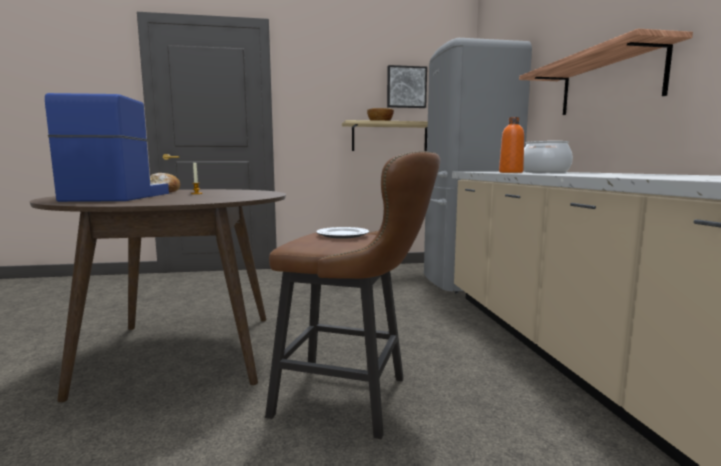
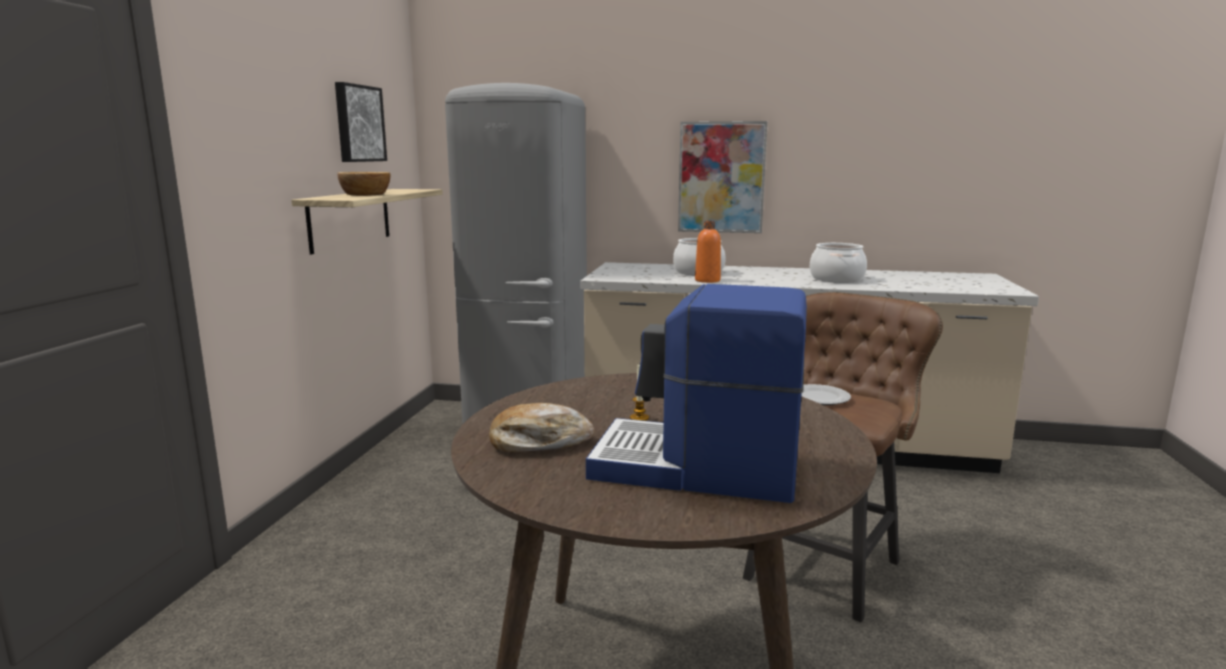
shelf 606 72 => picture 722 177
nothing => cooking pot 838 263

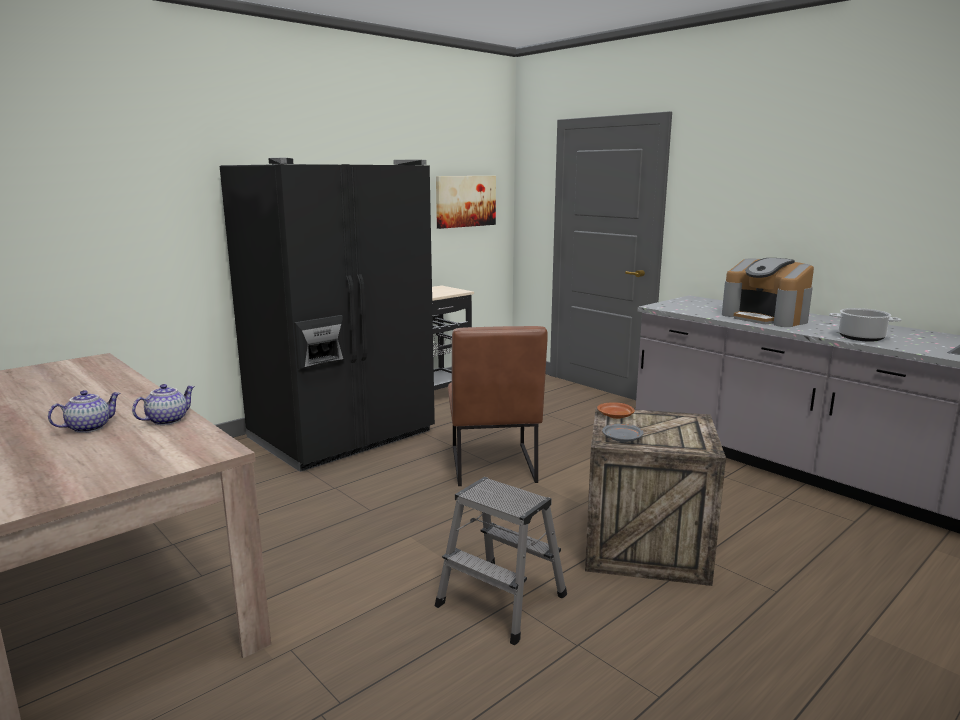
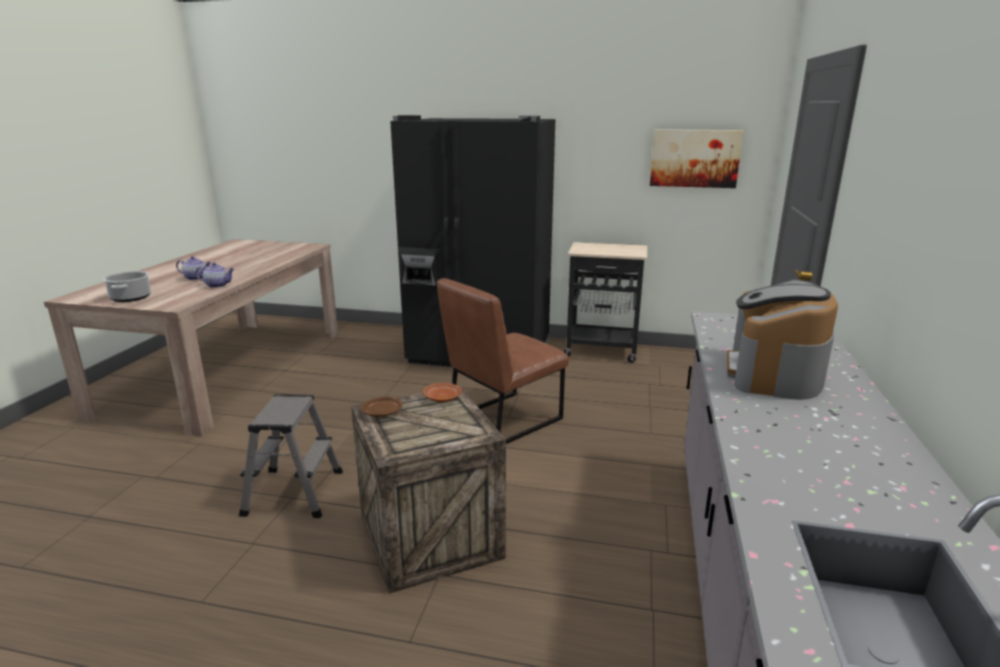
cooking pot 865 325 => cooking pot 127 286, move
grey plate 623 433 => brown plate 382 406

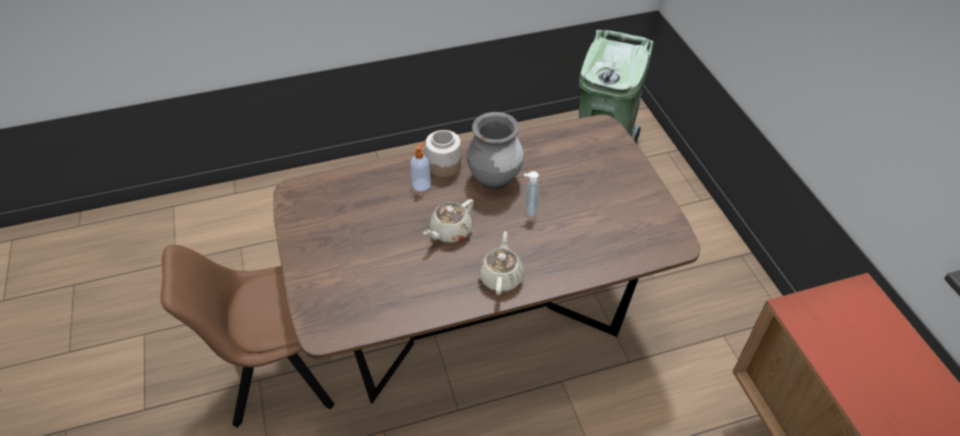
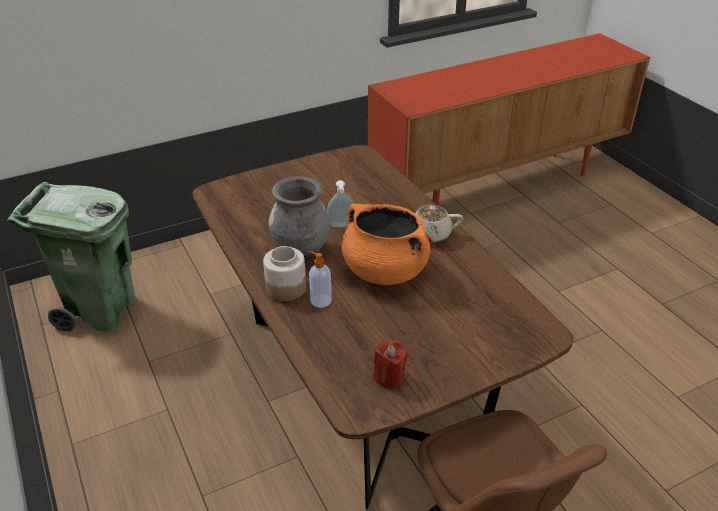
beige teapot 448 221 => orange cooking pot 385 244
nothing => red candle 390 364

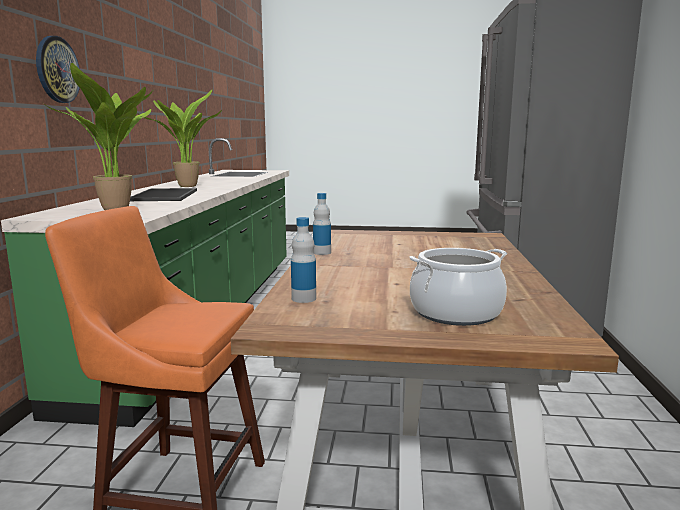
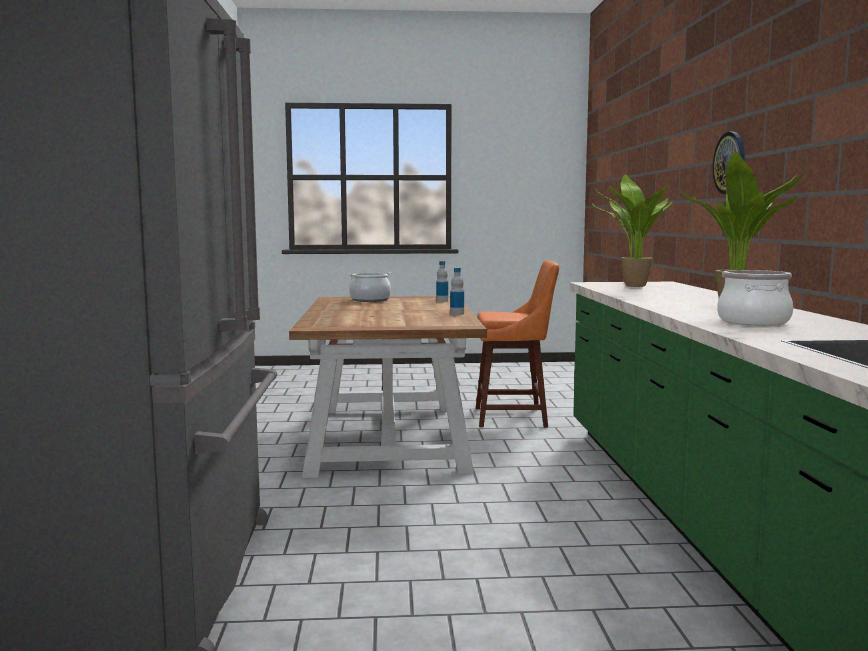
tray 163 194 => nothing
nothing => cooking pot 755 298

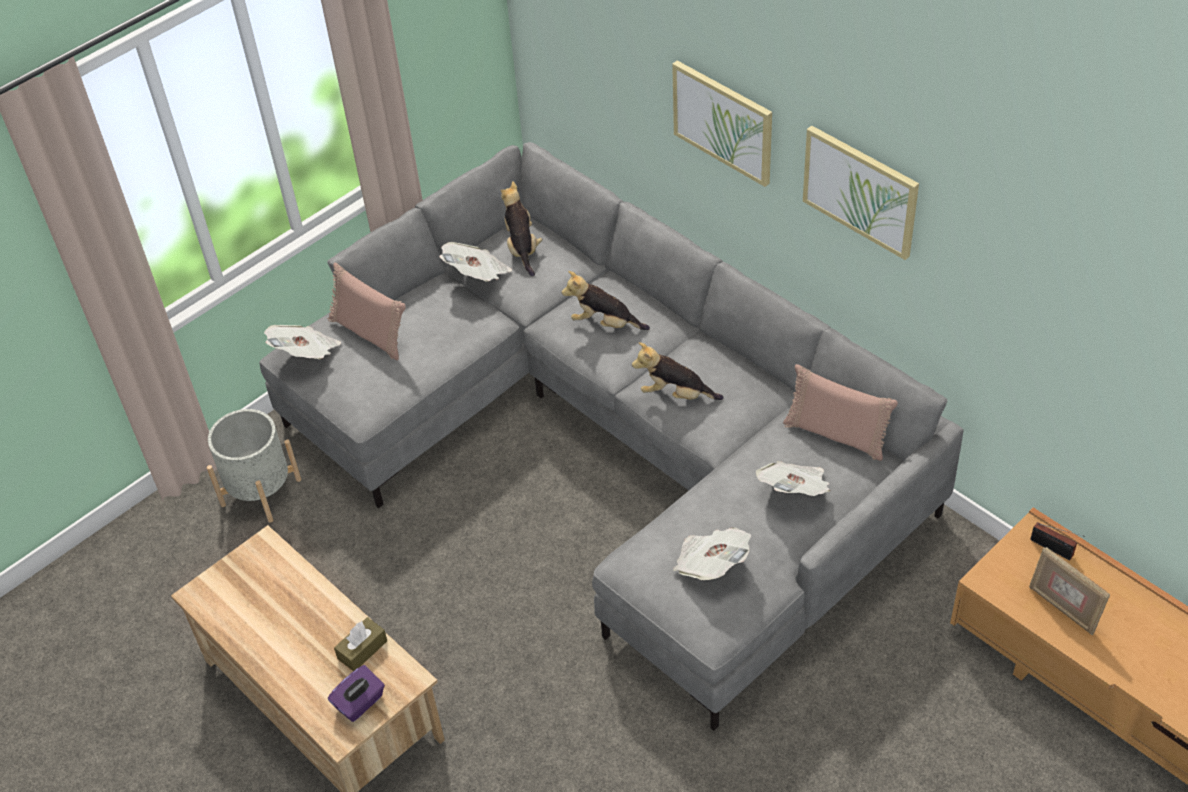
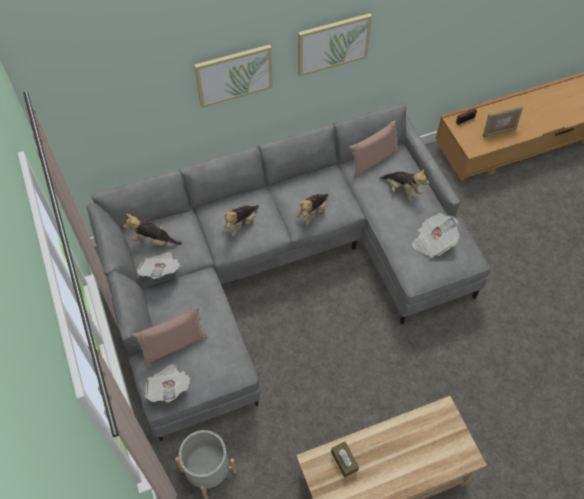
newspaper 793 478 => plush toy 404 185
brown tissue box 360 644 => brown tissue box 345 460, move
purple tissue box 356 693 => nothing

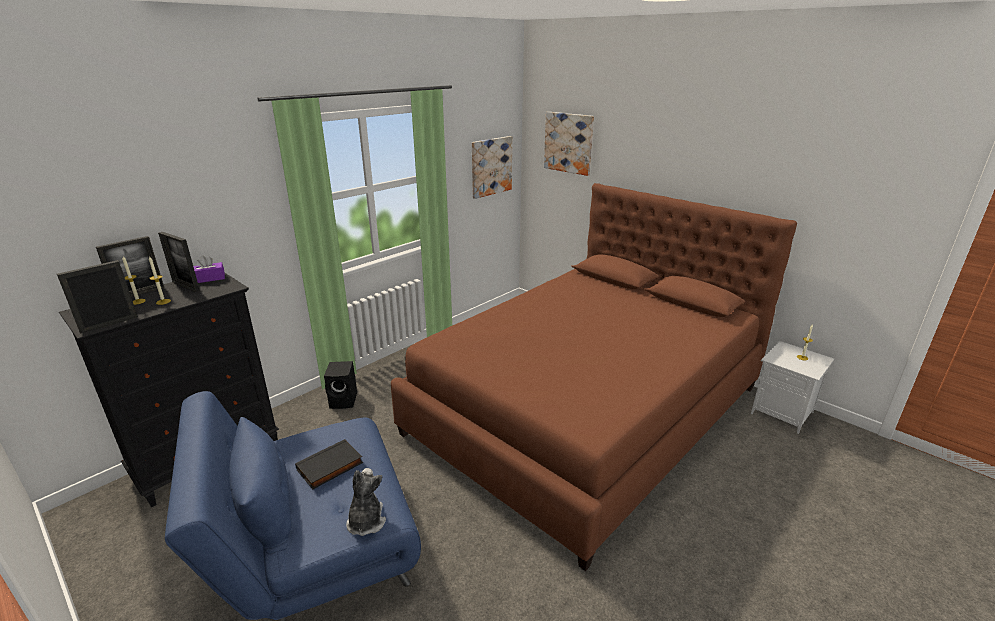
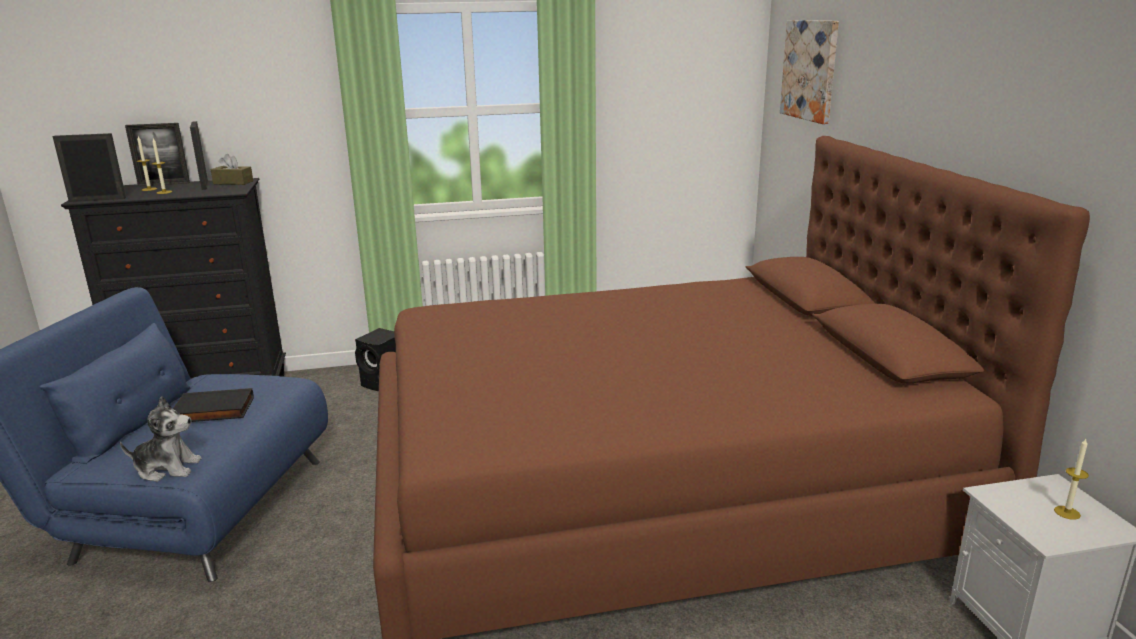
picture 492 167 => nothing
purple tissue box 209 269 => brown tissue box 232 169
plush toy 366 502 => plush toy 161 439, 60 degrees clockwise

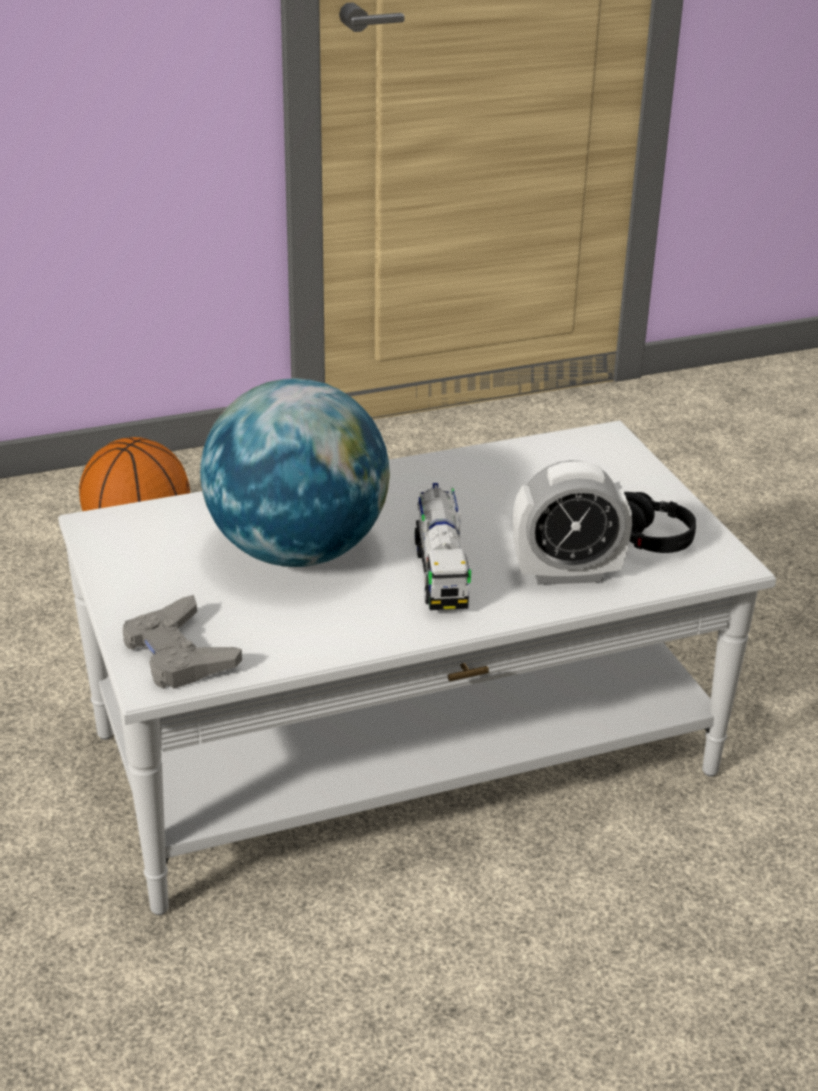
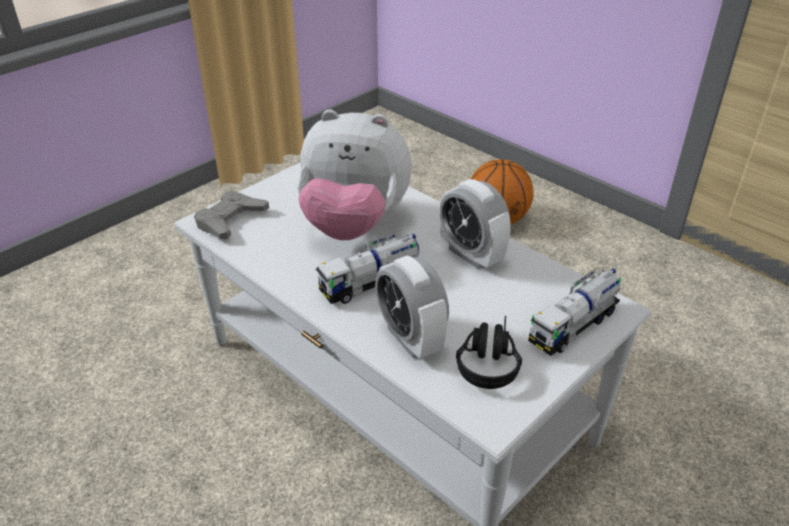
globe 295 472 => plush toy 354 174
nothing => alarm clock 474 224
nothing => toy truck 574 312

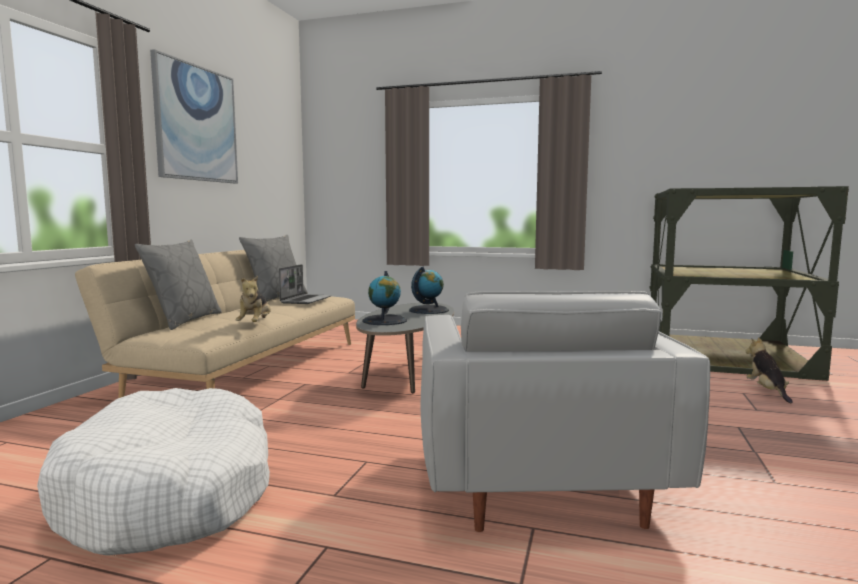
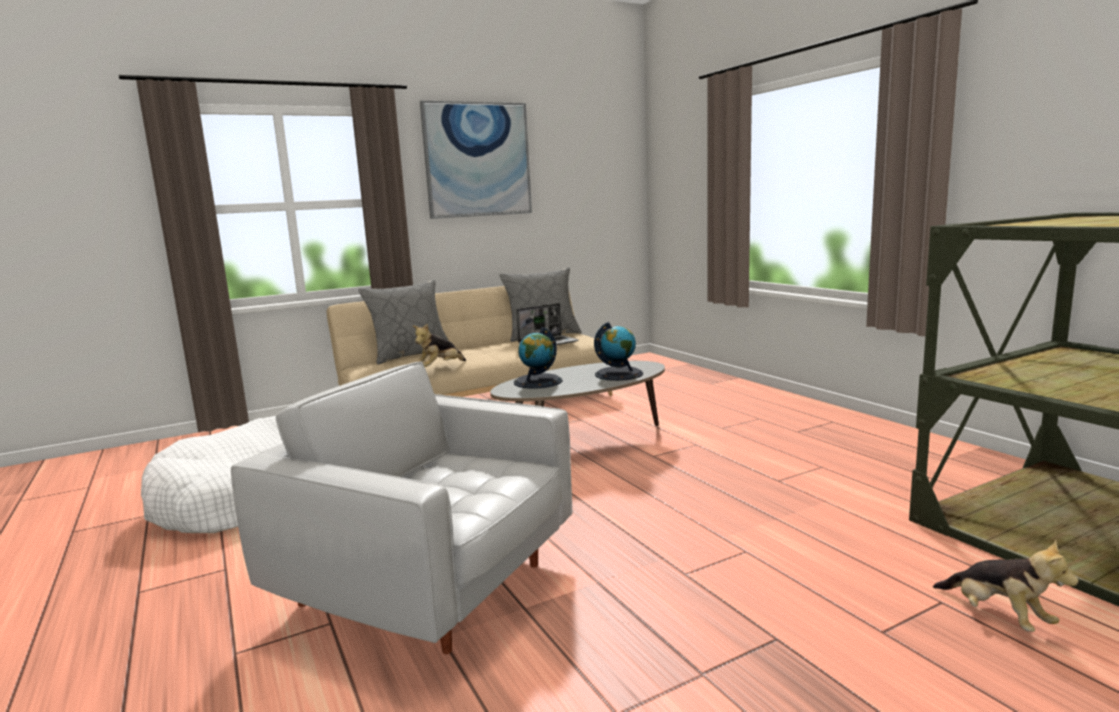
white armchair 565 411 => white armchair 401 508, 75 degrees clockwise
plush toy 769 370 => plush toy 1006 585, 105 degrees clockwise

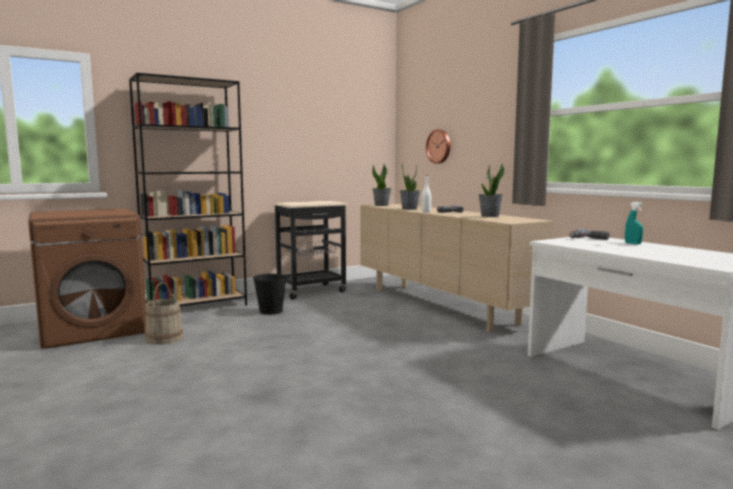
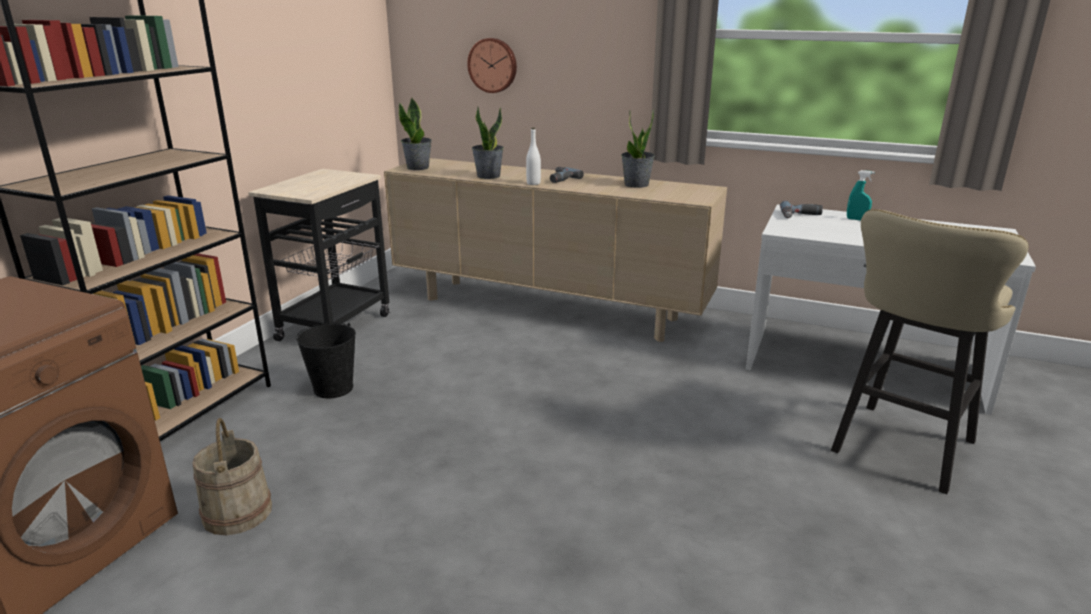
nothing => beige stool 930 351

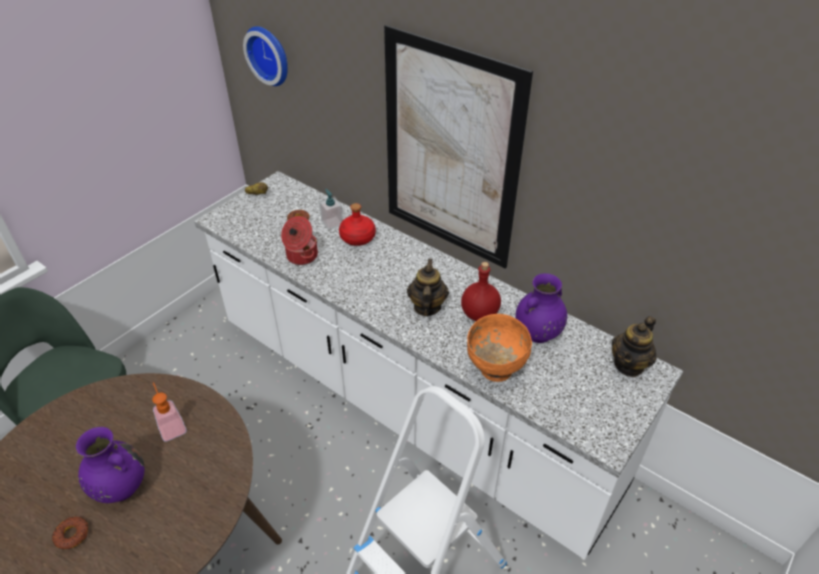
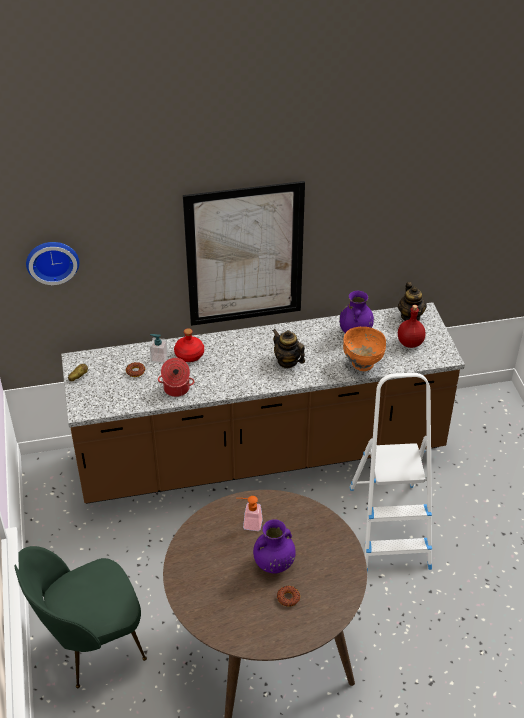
white counter 438 365 => brown counter 263 403
red bottle 481 291 => red bottle 411 326, move

